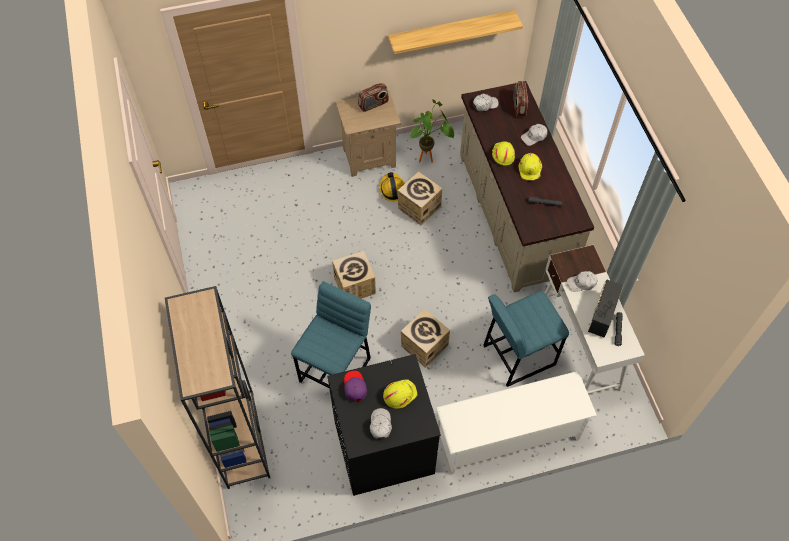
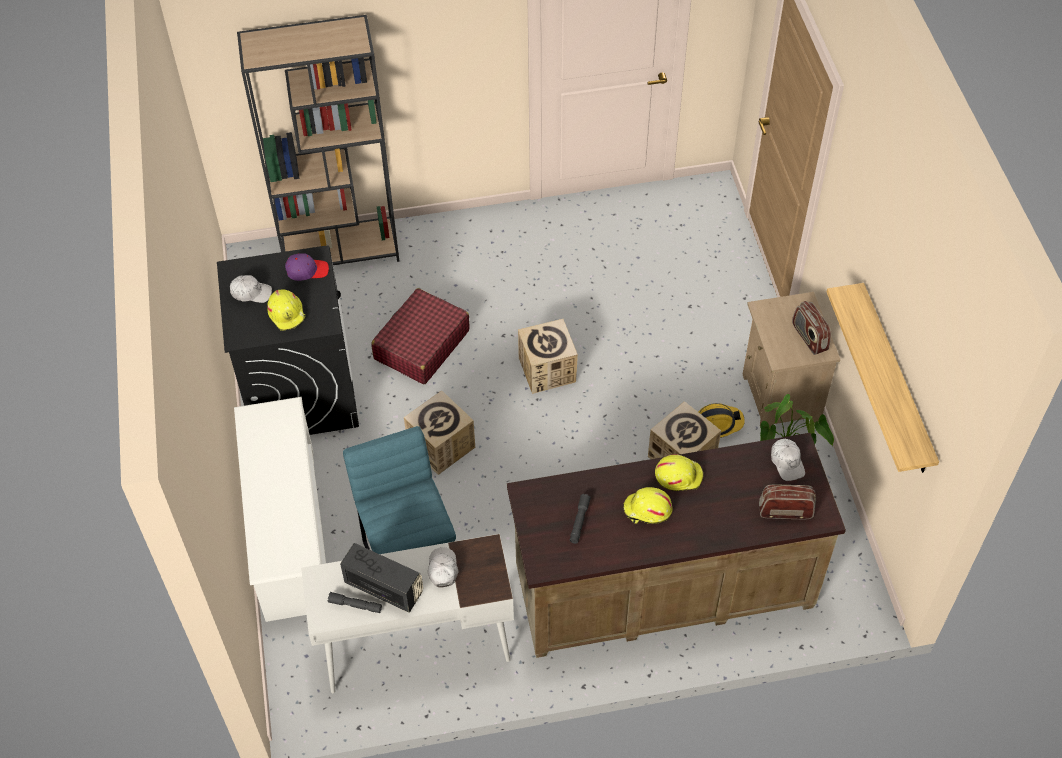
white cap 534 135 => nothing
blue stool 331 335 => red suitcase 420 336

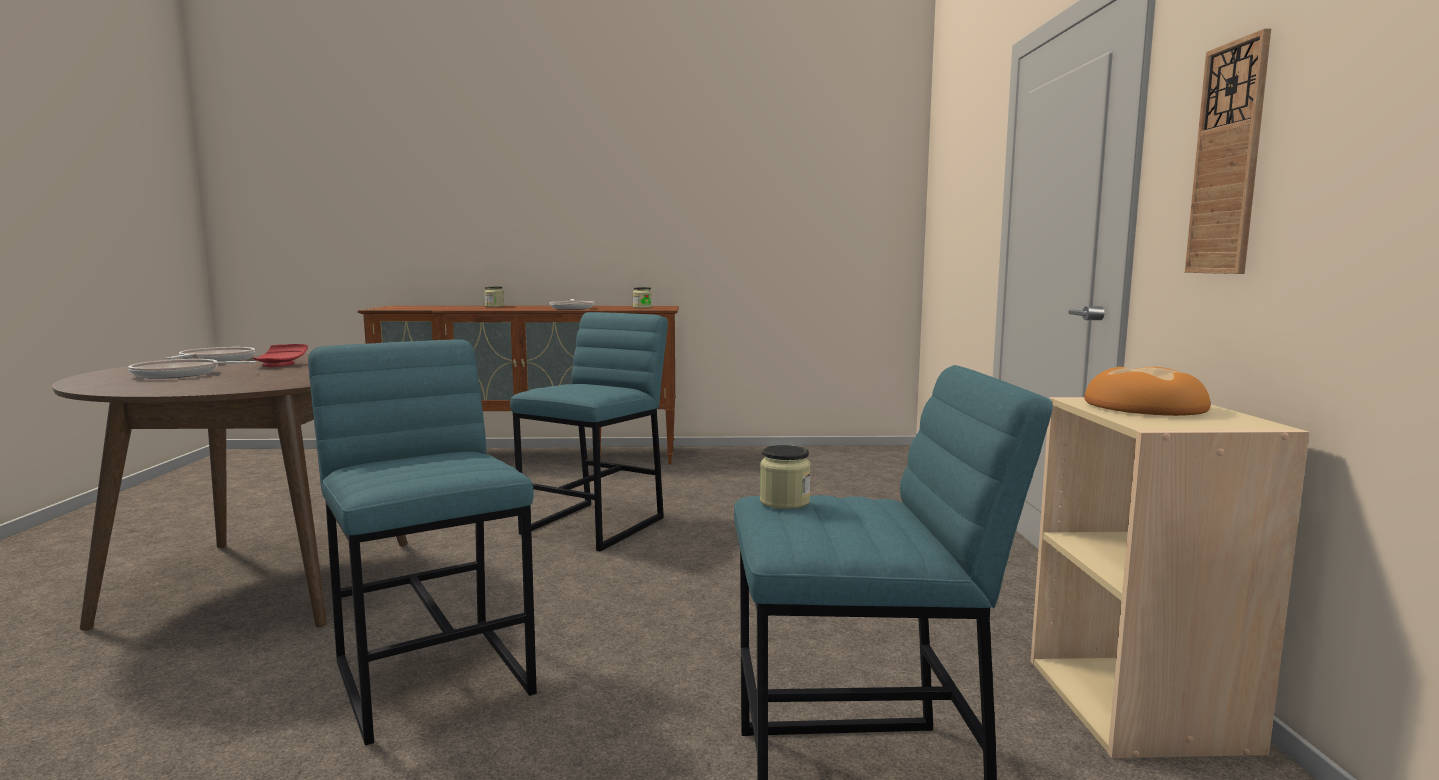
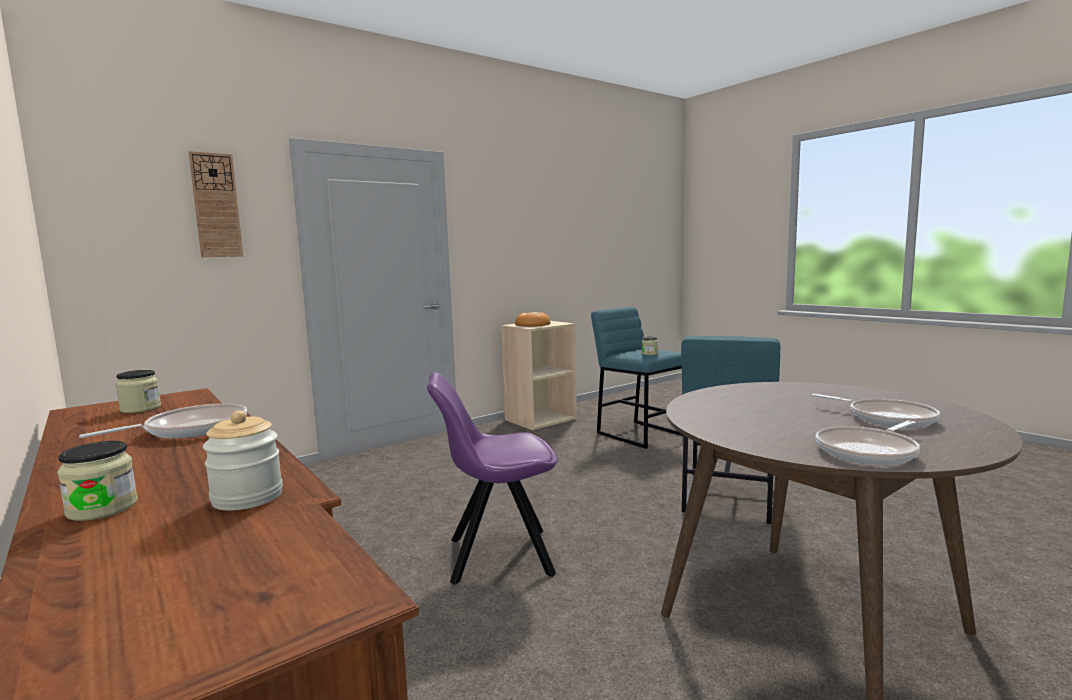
wall clock 1228 151 => wall clock 216 204, move
blue stool 589 432 => purple chair 492 478
red plate 280 355 => nothing
nothing => jar 243 460

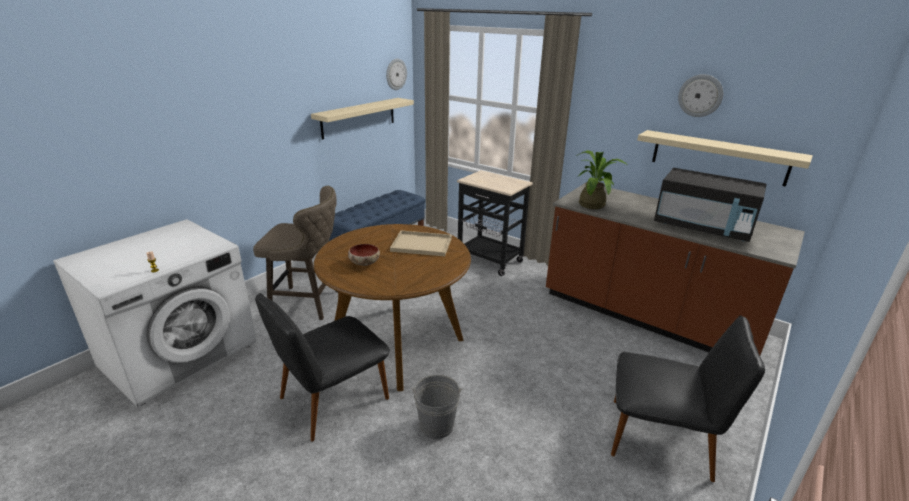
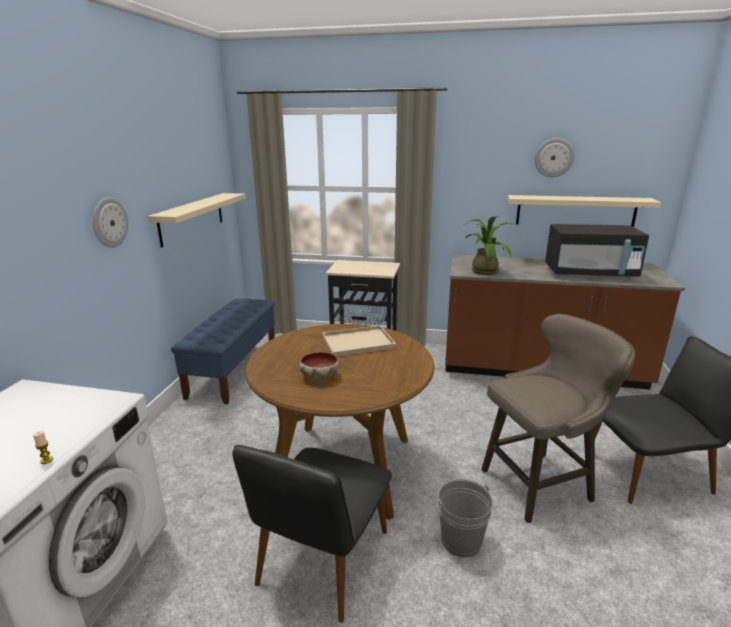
wall clock 396 74 => wall clock 110 222, move
beige stool 295 253 => beige stool 558 418, move

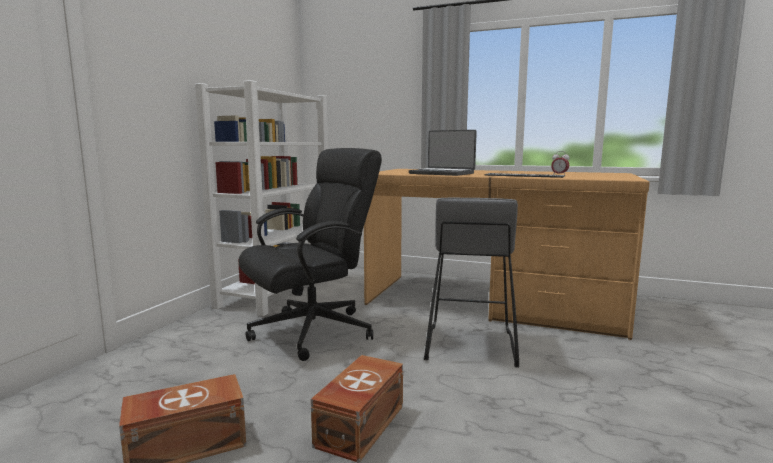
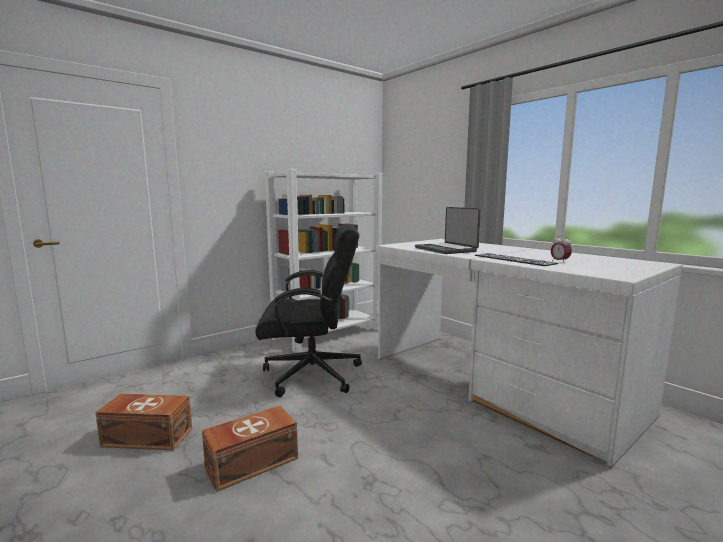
brown desk 507 254 => white desk 529 354
grey stool 471 283 => nothing

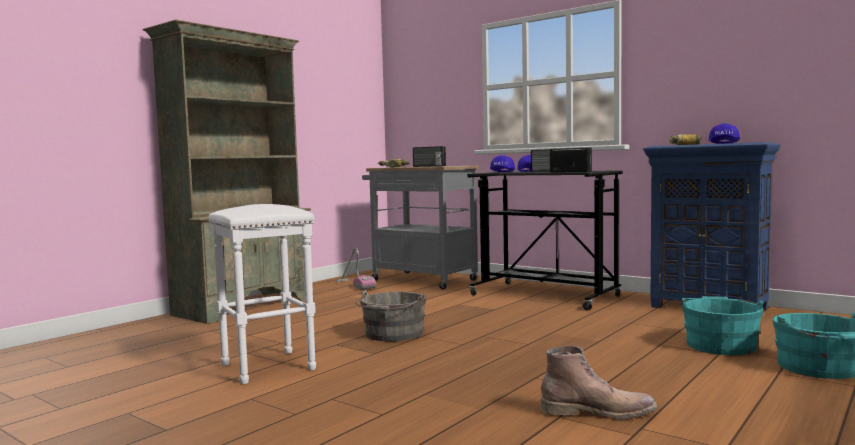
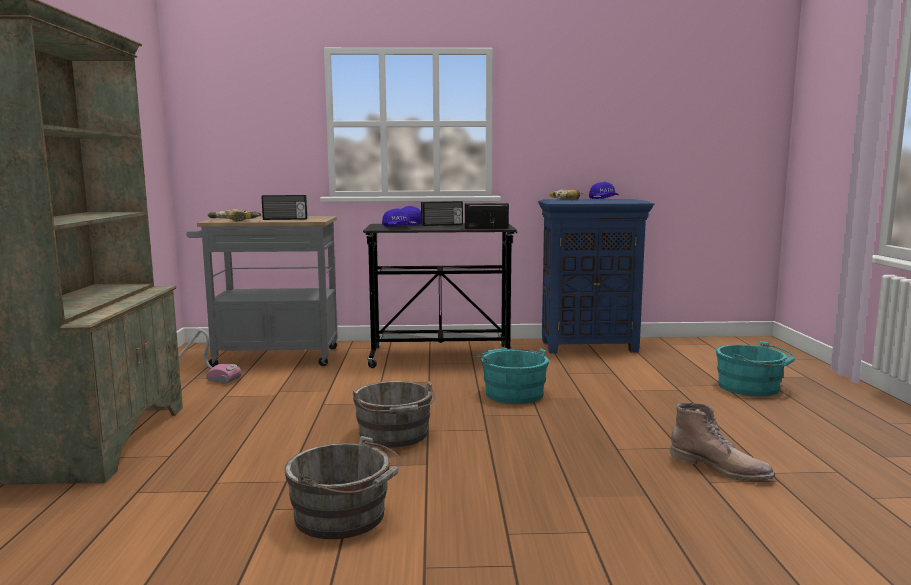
white stool 262 294 => grey bucket 343 487
turquoise bucket 722 325 => turquoise bucket 513 376, move
brown boot 598 383 => brown boot 722 442, 75 degrees clockwise

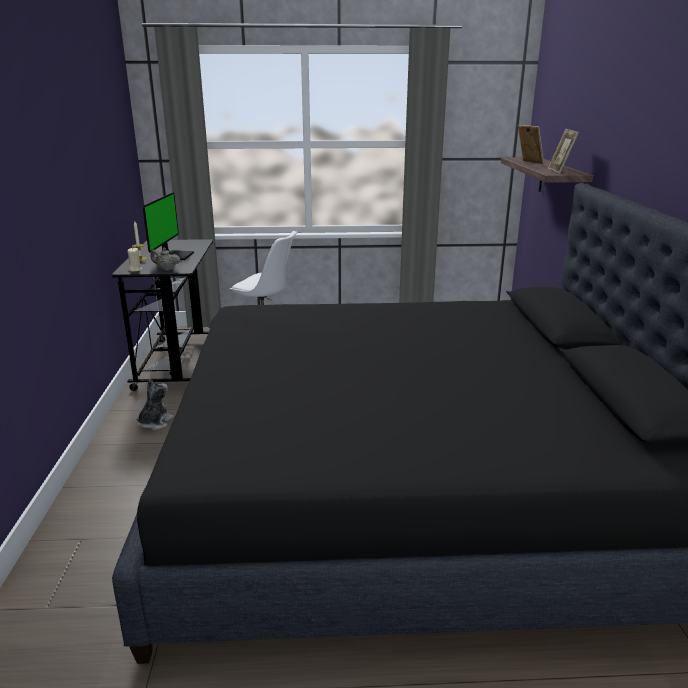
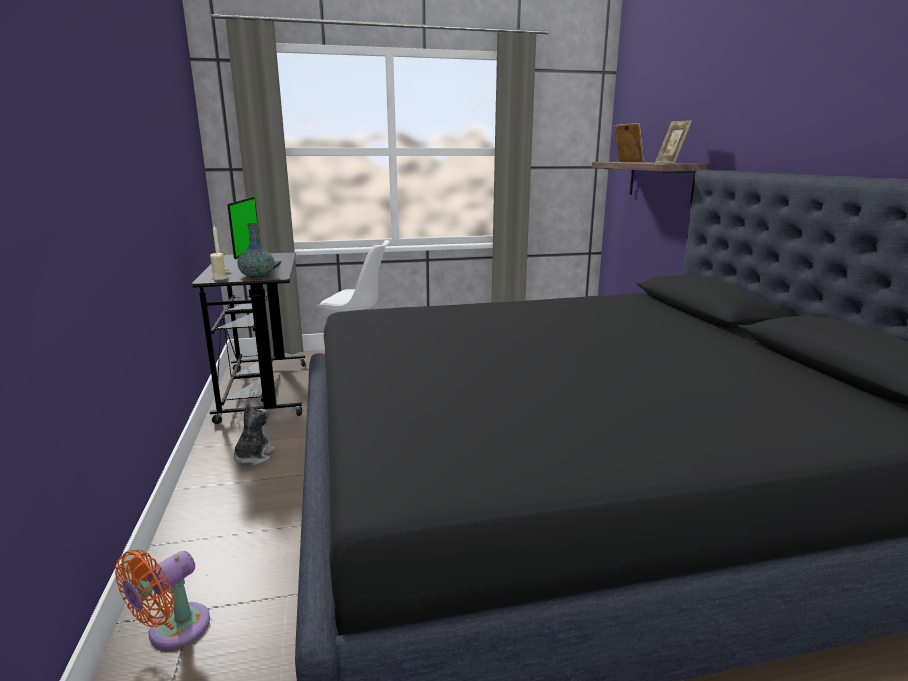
beige teapot 166 259 => vase 255 251
nothing => orange fan 162 599

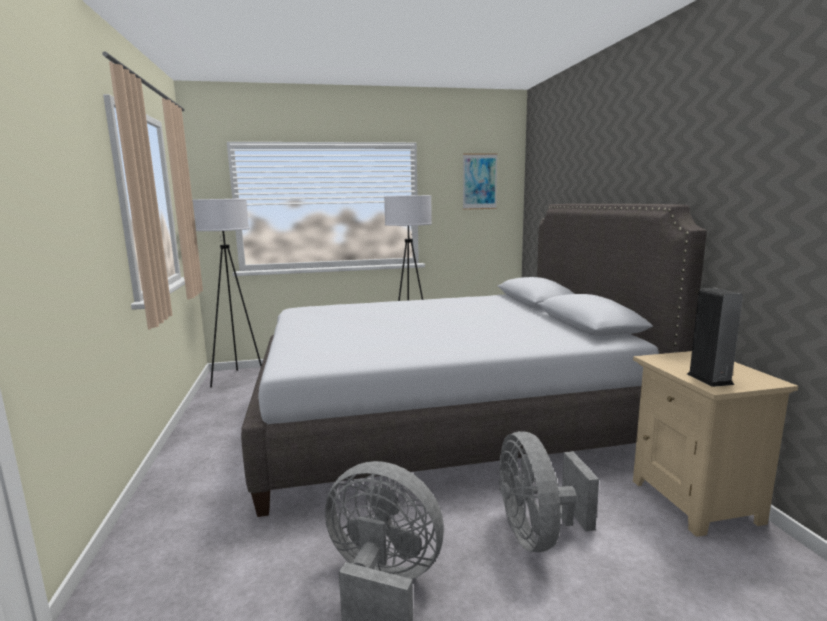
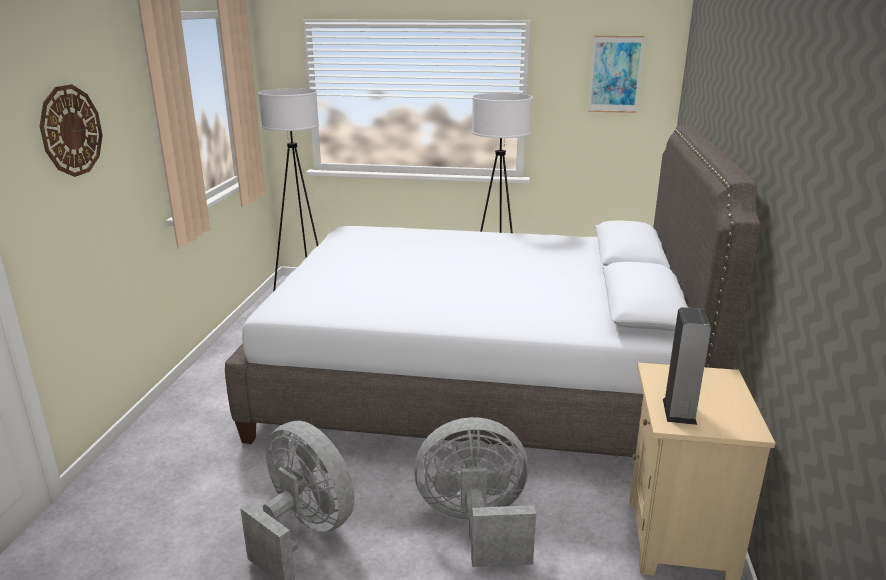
grey fan 549 491 => grey fan 475 492, 75 degrees clockwise
nothing => wall clock 71 130

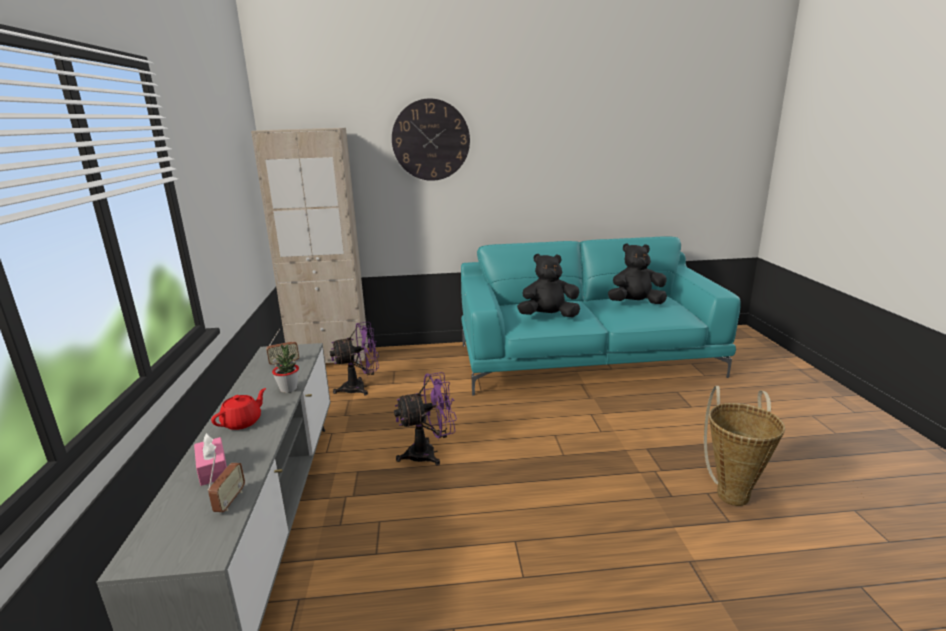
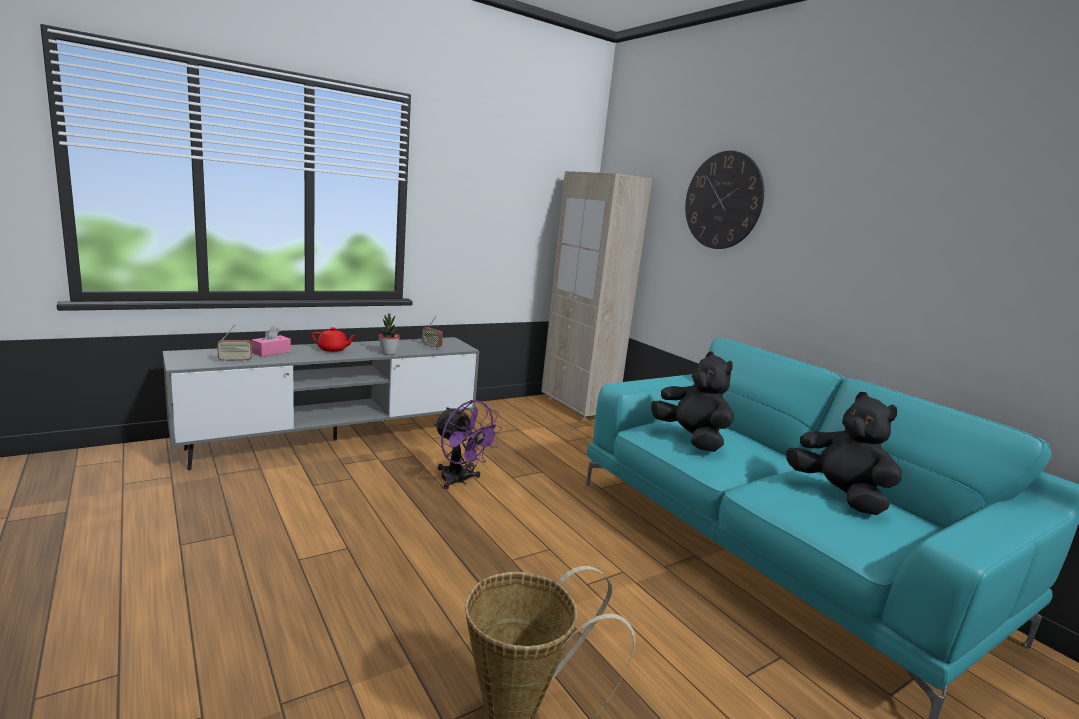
purple fan 354 359 => nothing

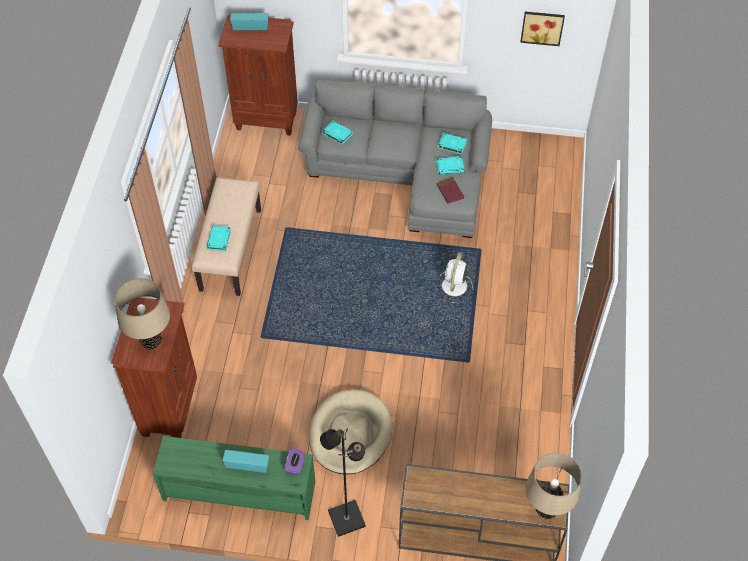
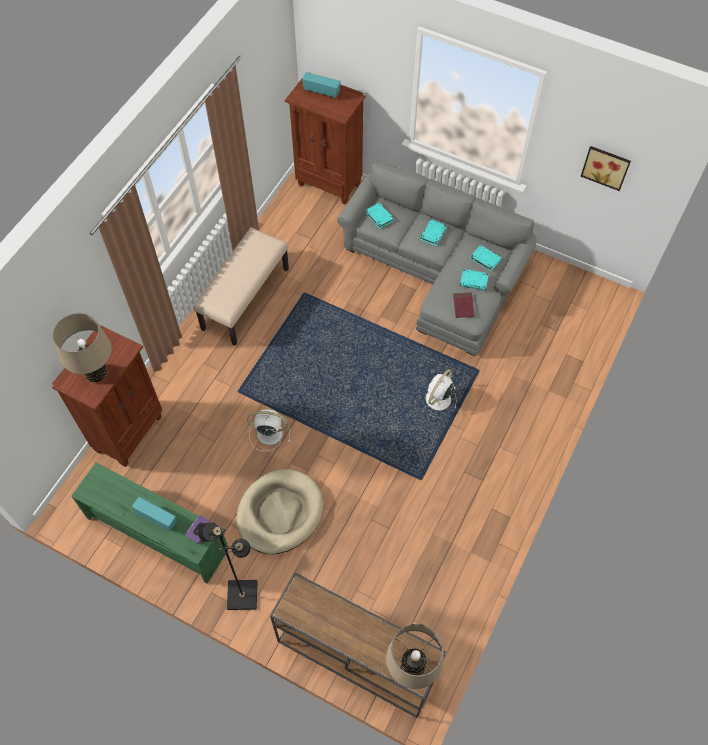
turquoise book 219 238 => turquoise book 433 232, move
nothing => white fan 268 430

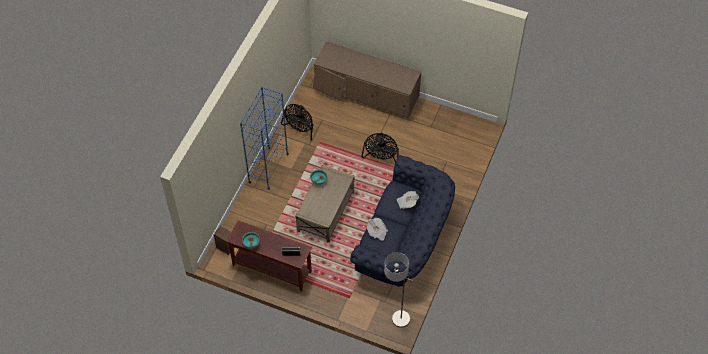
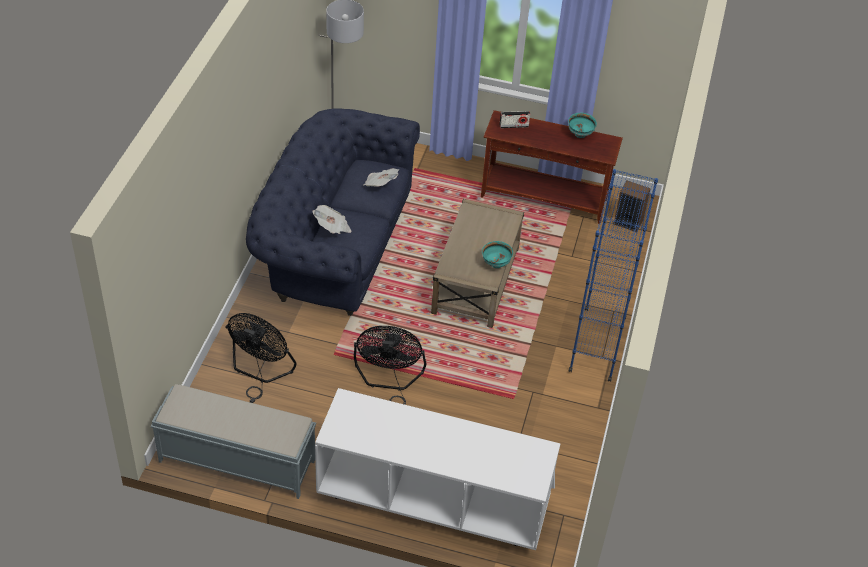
brown tv stand 367 80 => white tv stand 437 469
black fan 297 122 => black fan 261 358, move
nothing => grey bench 233 441

